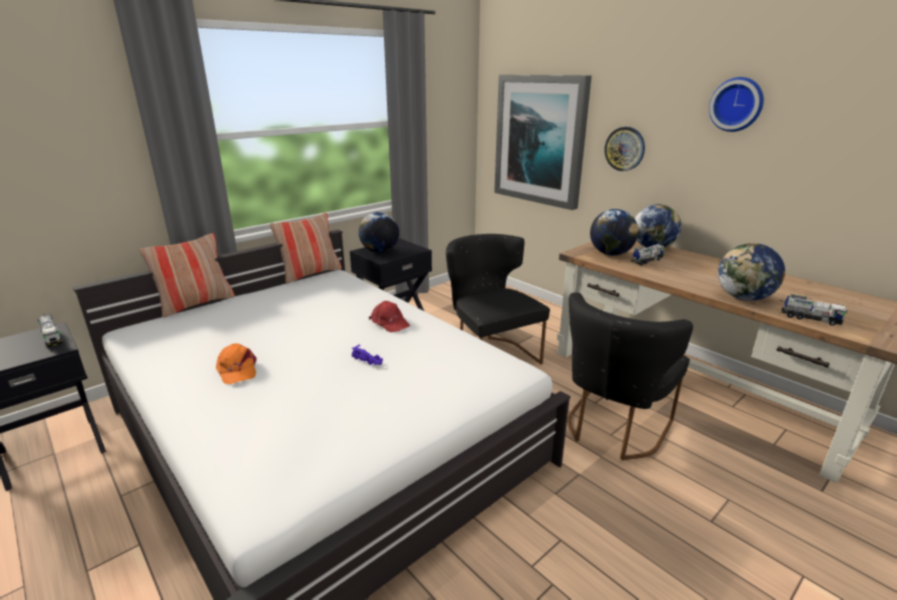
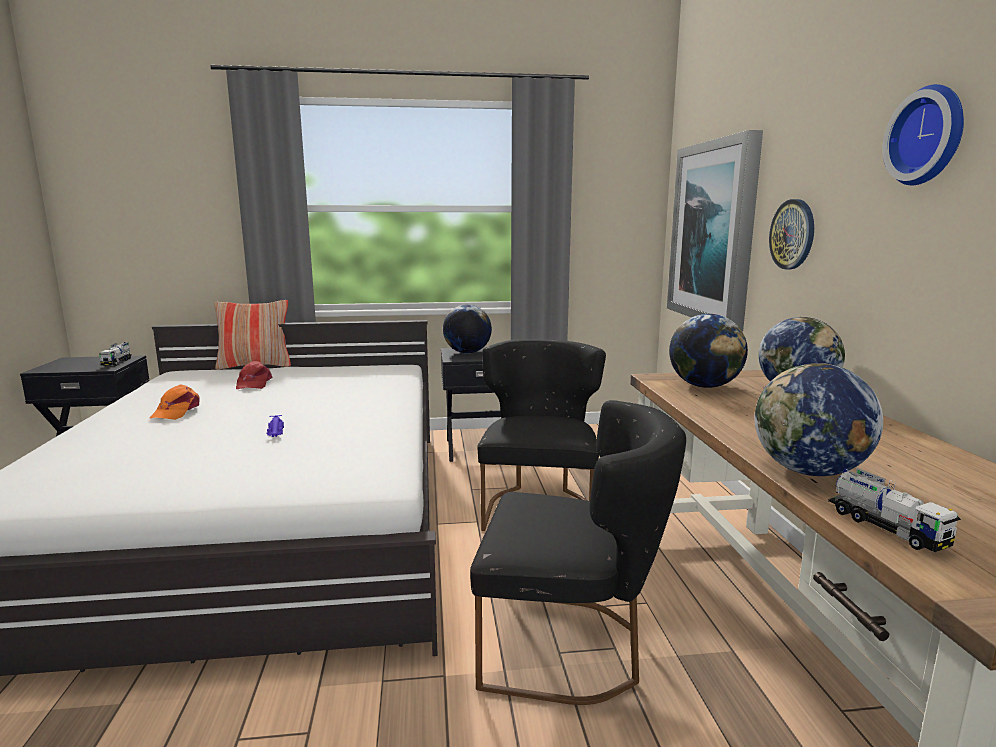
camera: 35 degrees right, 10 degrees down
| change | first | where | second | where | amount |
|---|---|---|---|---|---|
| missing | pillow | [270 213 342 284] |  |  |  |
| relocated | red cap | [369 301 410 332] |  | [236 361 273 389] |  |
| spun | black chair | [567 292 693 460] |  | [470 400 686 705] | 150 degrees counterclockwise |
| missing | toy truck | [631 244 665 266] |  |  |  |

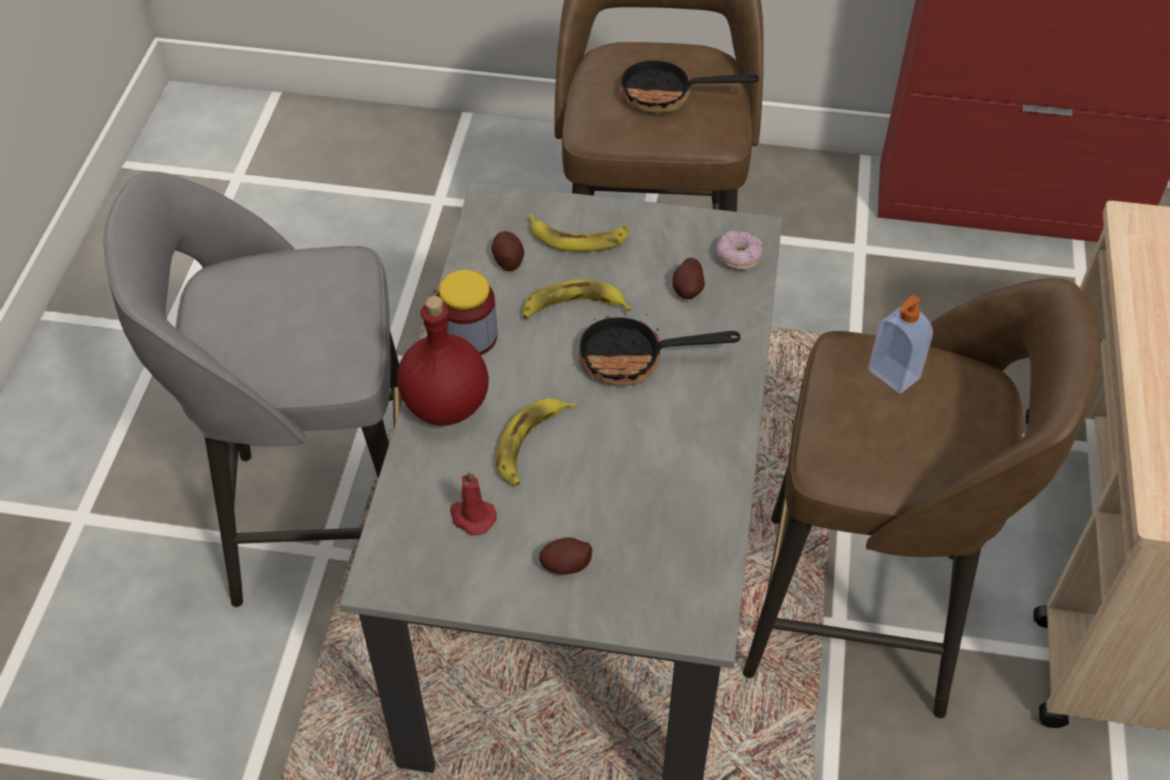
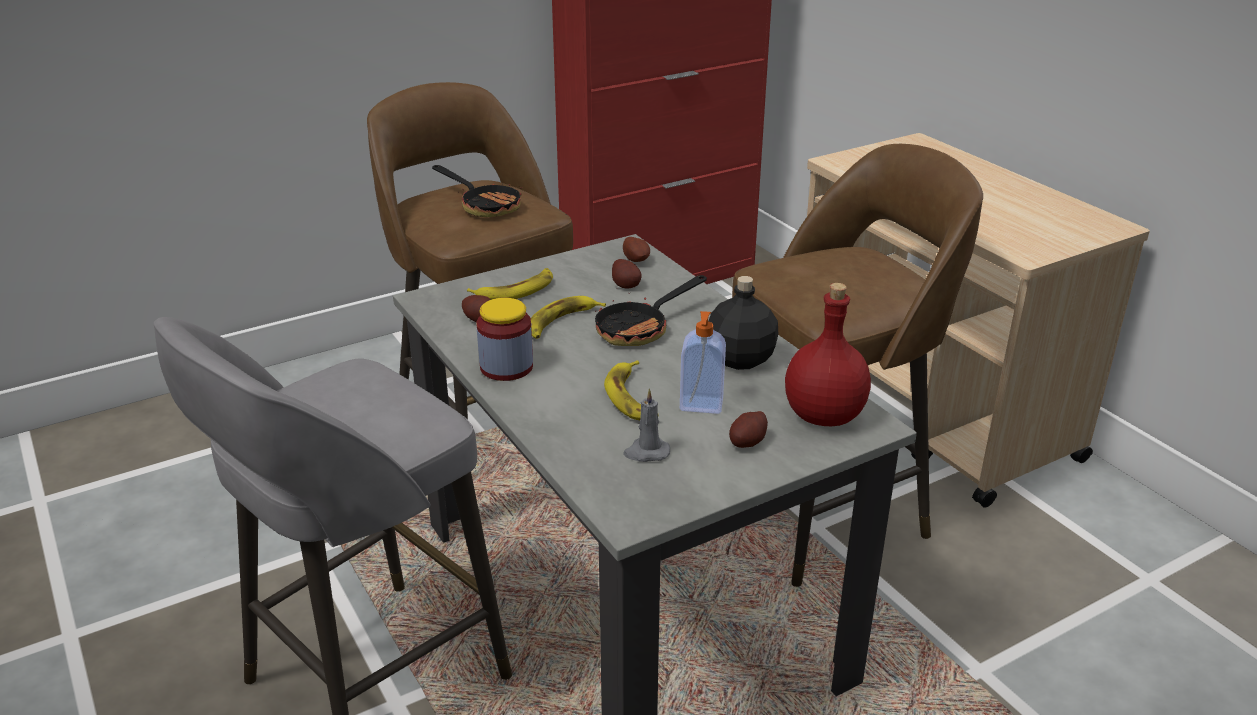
camera: 40 degrees left, 20 degrees down
| change | first | where | second | where | amount |
|---|---|---|---|---|---|
| relocated | red bottle | [397 296 489 426] |  | [785 283 871 426] |  |
| colour | red candle | [450 470 497 535] | grey candle | [623 388 670 462] |  |
| spun | frying pan | [620 48 759 113] |  | [432 165 522 217] | 105 degrees counterclockwise |
| exchanged | donut | [717 230 763 270] | potato | [623 237 650 262] |  |
| relocated | soap dispenser | [868 295 933 394] |  | [680 311 726 414] |  |
| appeared |  |  | black bottle | [709 276 778 370] |  |

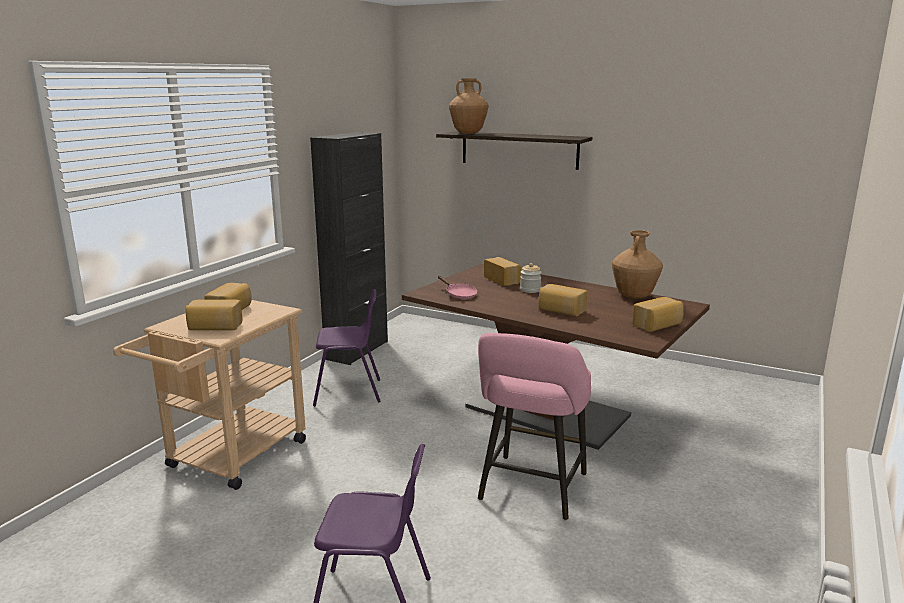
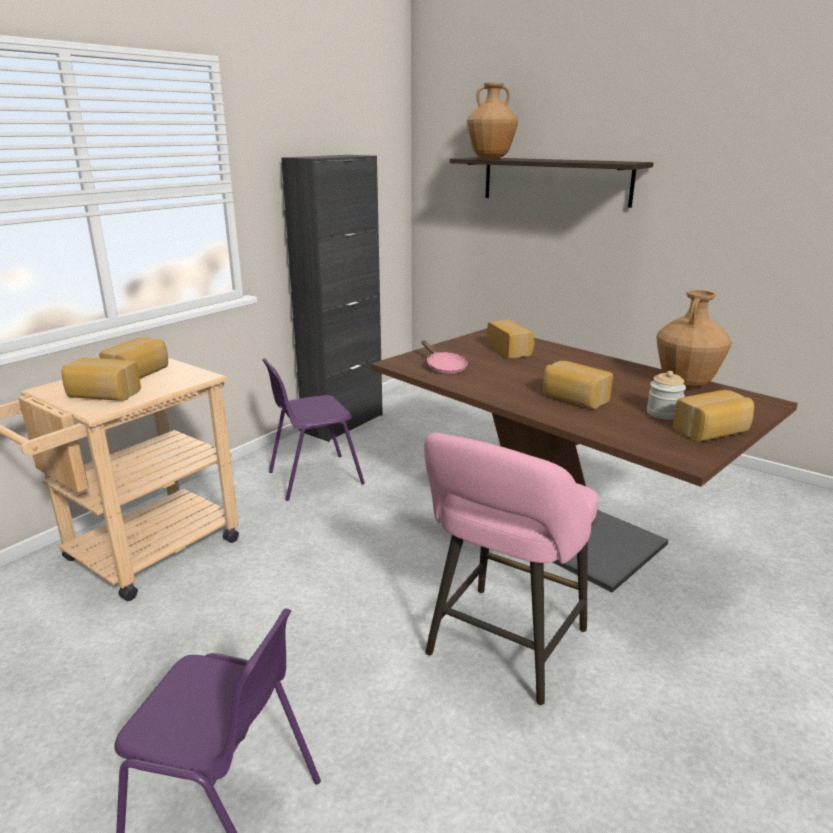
camera: 10 degrees right, 5 degrees up
| change | first | where | second | where | amount |
|---|---|---|---|---|---|
| spun | purple chair | [313 289 381 406] |  | [262 358 365 501] | 150 degrees clockwise |
| relocated | jar | [520 263 542 293] |  | [647 371 686 420] |  |

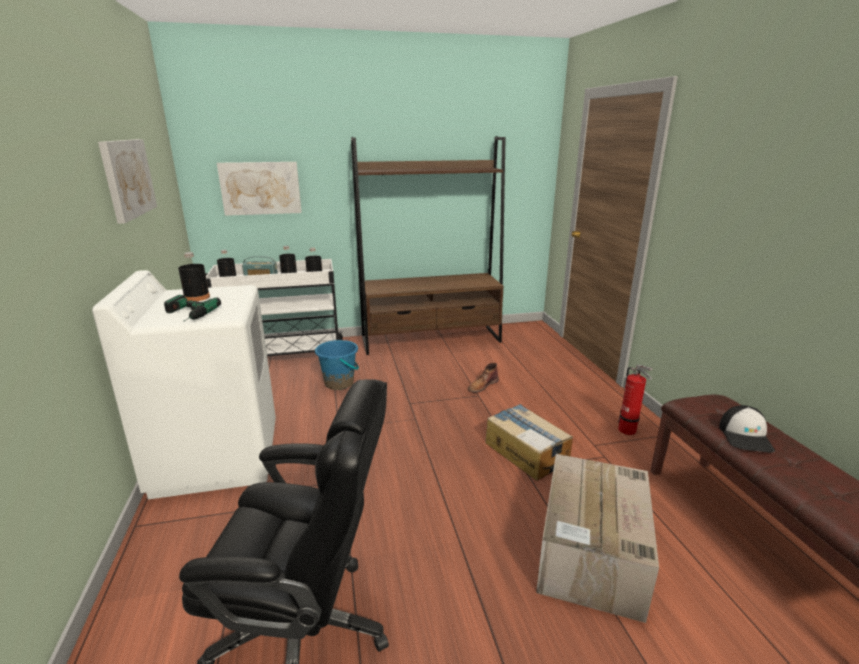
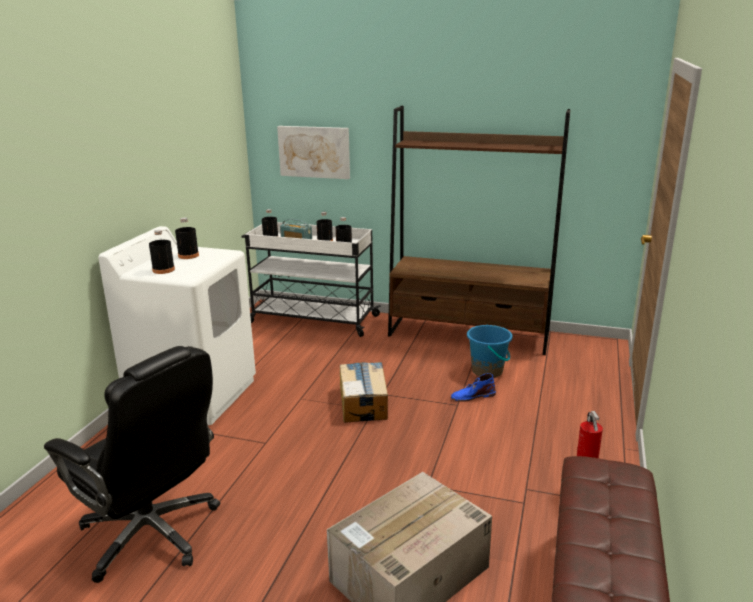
camera: 30 degrees right, 0 degrees up
| change | first | where | second | where | amount |
|---|---|---|---|---|---|
| missing | picture | [98 139 157 224] |  |  |  |
| exchanged | power drill | [164 295 221 322] | black bottle | [149 230 175 274] |  |
| relocated | blue bucket | [315 340 359 390] |  | [467 325 513 378] |  |
| colour | brown boot | [468 363 499 393] | blue boot | [451 373 496 402] |  |
| relocated | cardboard box | [486 404 573 480] |  | [340 362 388 423] |  |
| missing | cap | [719 405 775 453] |  |  |  |

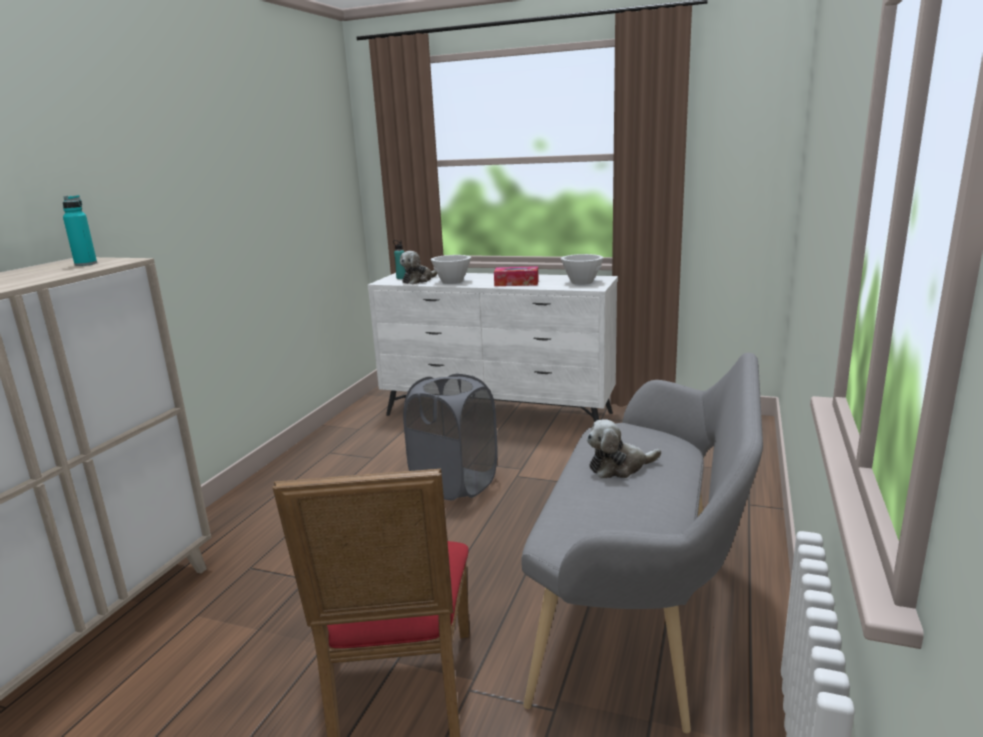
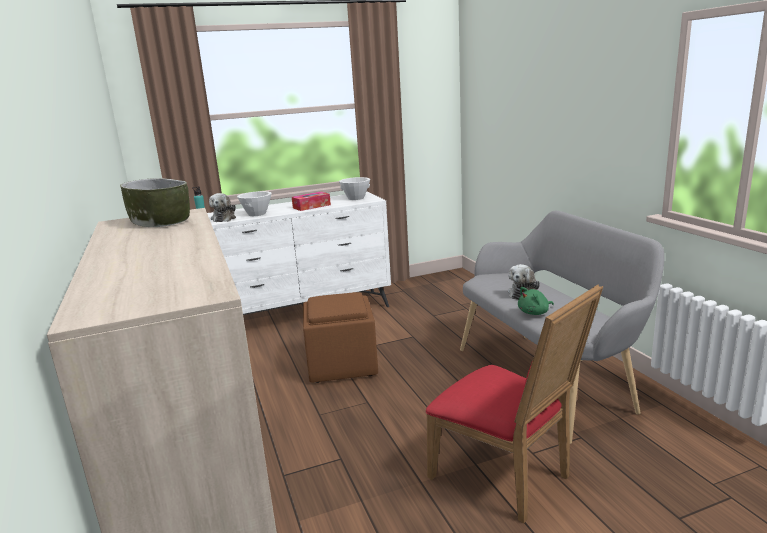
camera: 40 degrees left, 0 degrees up
| change | first | where | second | where | amount |
|---|---|---|---|---|---|
| exchanged | turquoise bottle | [63 195 97 266] | bowl | [120 178 190 227] |  |
| exchanged | grey laundry basket | [403 373 498 500] | brown ottoman | [303 292 378 383] |  |
| appeared |  |  | green plush toy | [518 287 554 315] |  |

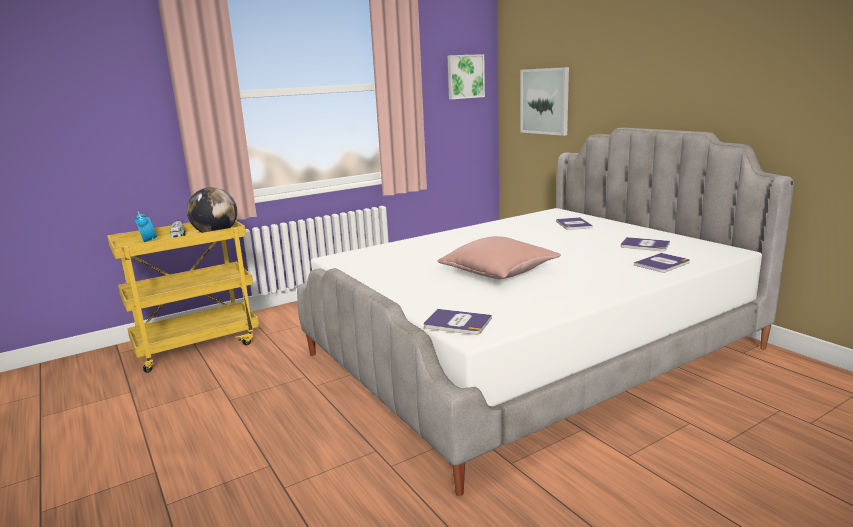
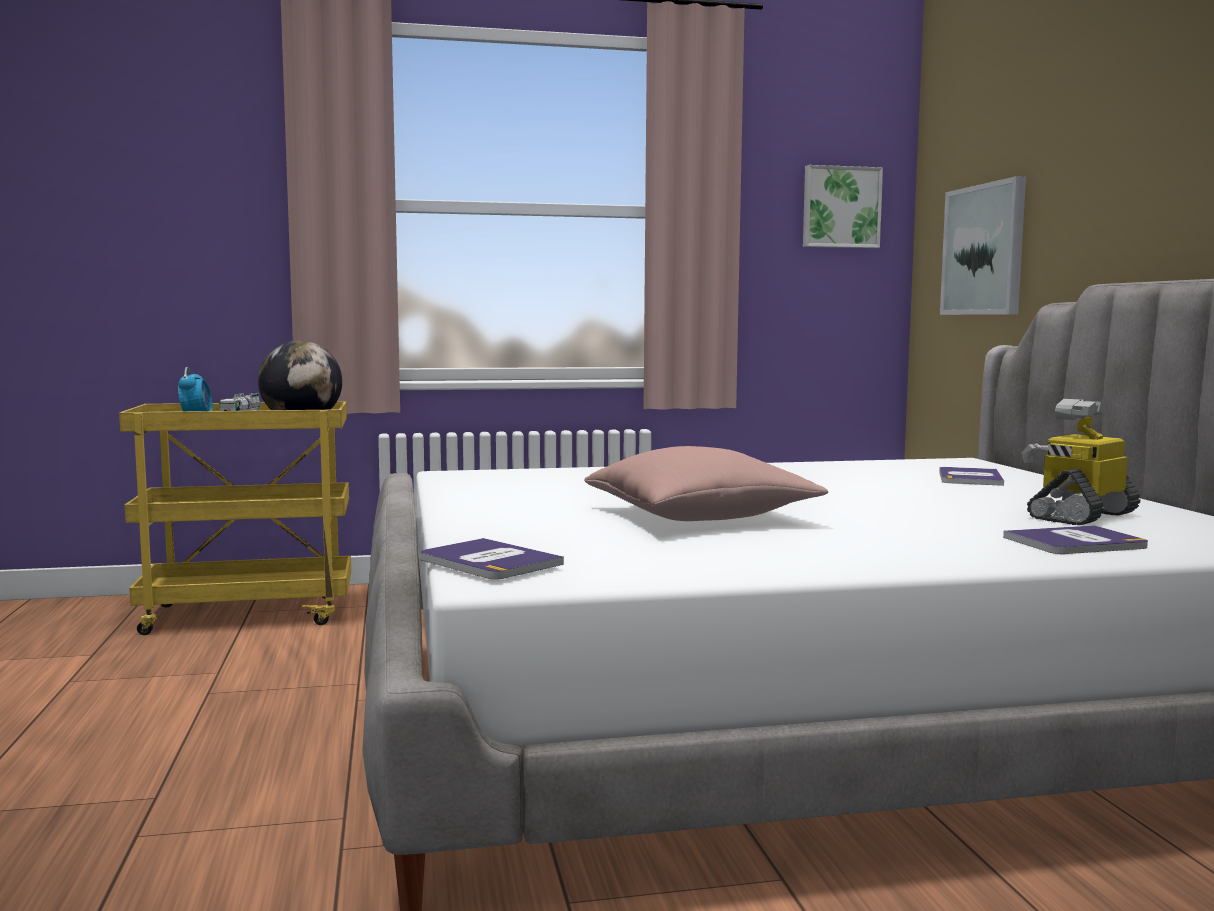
camera: 20 degrees right, 10 degrees down
| change | first | where | second | where | amount |
|---|---|---|---|---|---|
| exchanged | book | [621 237 670 251] | toy robot | [1022 399 1140 525] |  |

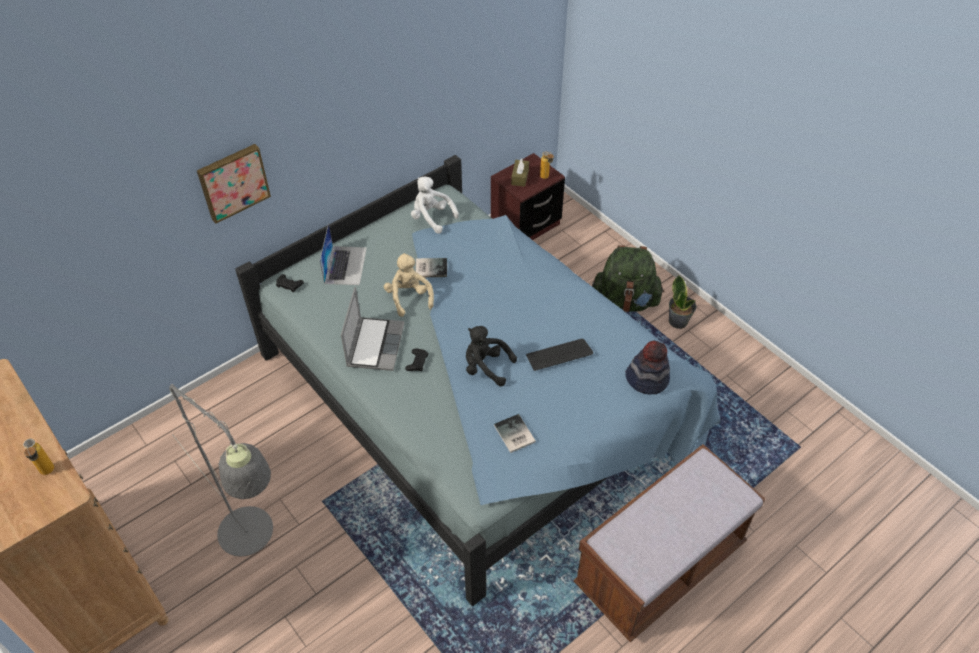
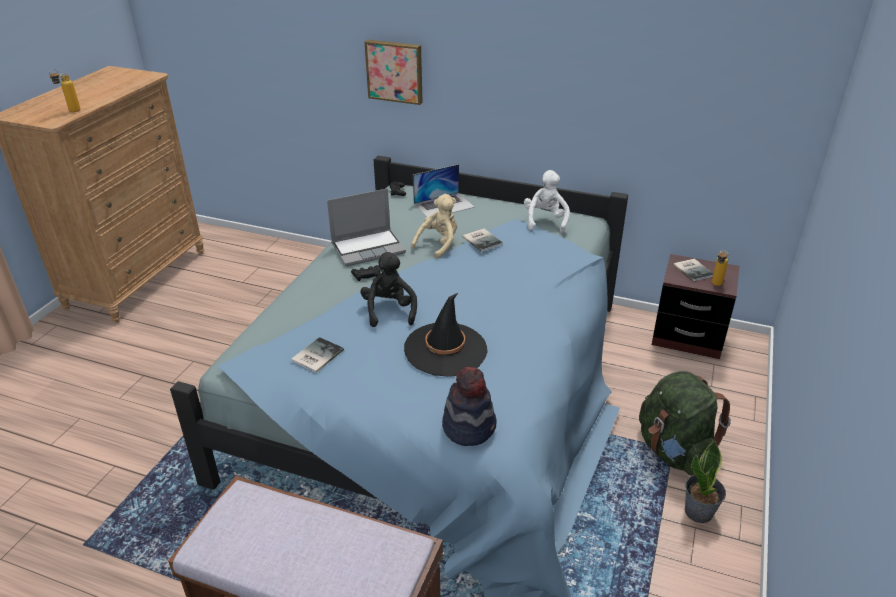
camera: 60 degrees right, 15 degrees down
| change | first | where | second | where | amount |
|---|---|---|---|---|---|
| missing | grey floor lamp | [169 384 273 557] |  |  |  |
| exchanged | brown tissue box | [511 158 529 187] | book | [673 258 713 281] |  |
| exchanged | keyboard | [526 339 593 371] | black hat | [404 293 488 377] |  |

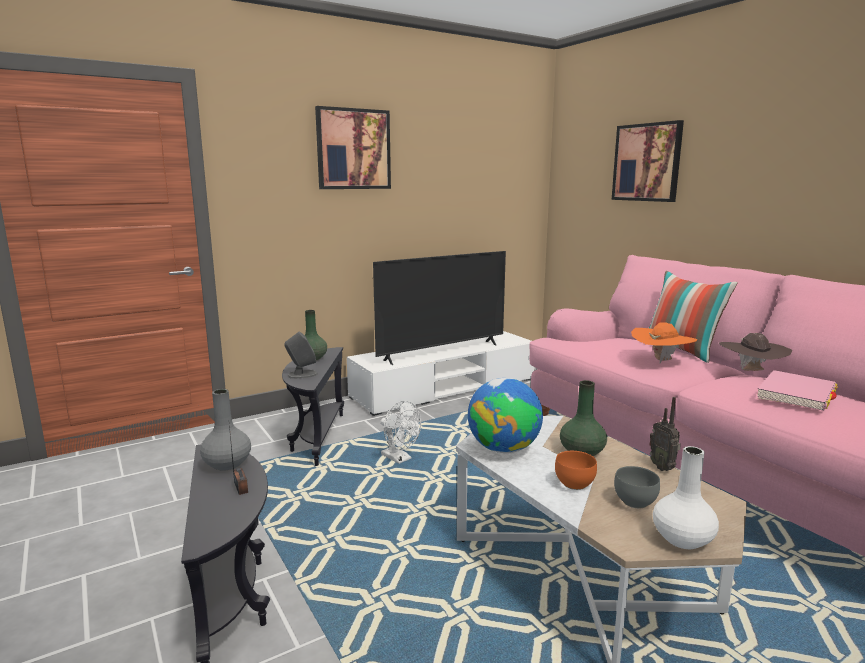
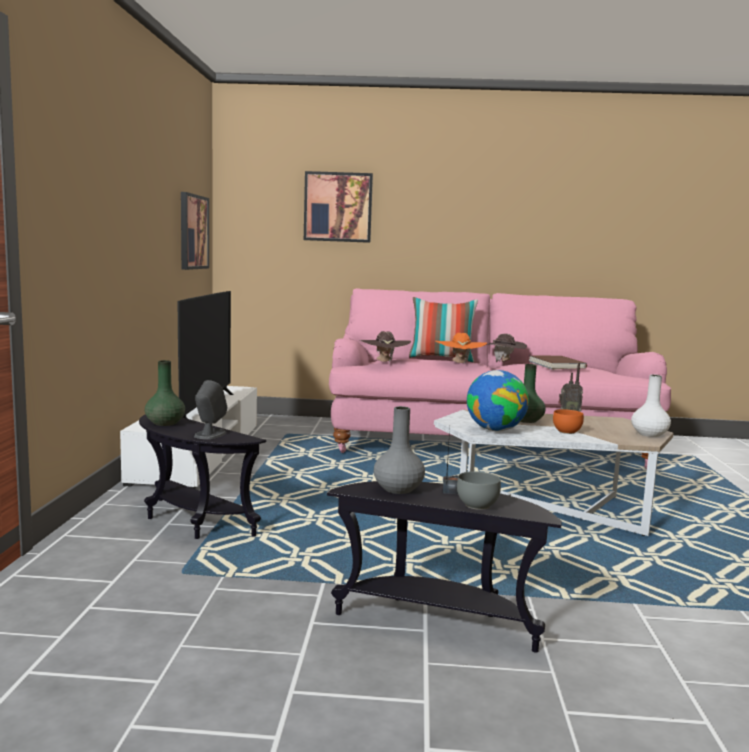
camera: 55 degrees left, 5 degrees down
| change | first | where | second | where | amount |
|---|---|---|---|---|---|
| relocated | picture | [315 106 391 189] |  | [181 192 209 270] |  |
| missing | white fan | [381 401 421 464] |  |  |  |
| relocated | grey bowl | [614 466 660 508] |  | [457 471 501 510] |  |
| colour | pink book | [757 370 838 411] | brown book | [529 355 587 370] |  |
| appeared |  |  | brown hat | [360 331 411 363] |  |

